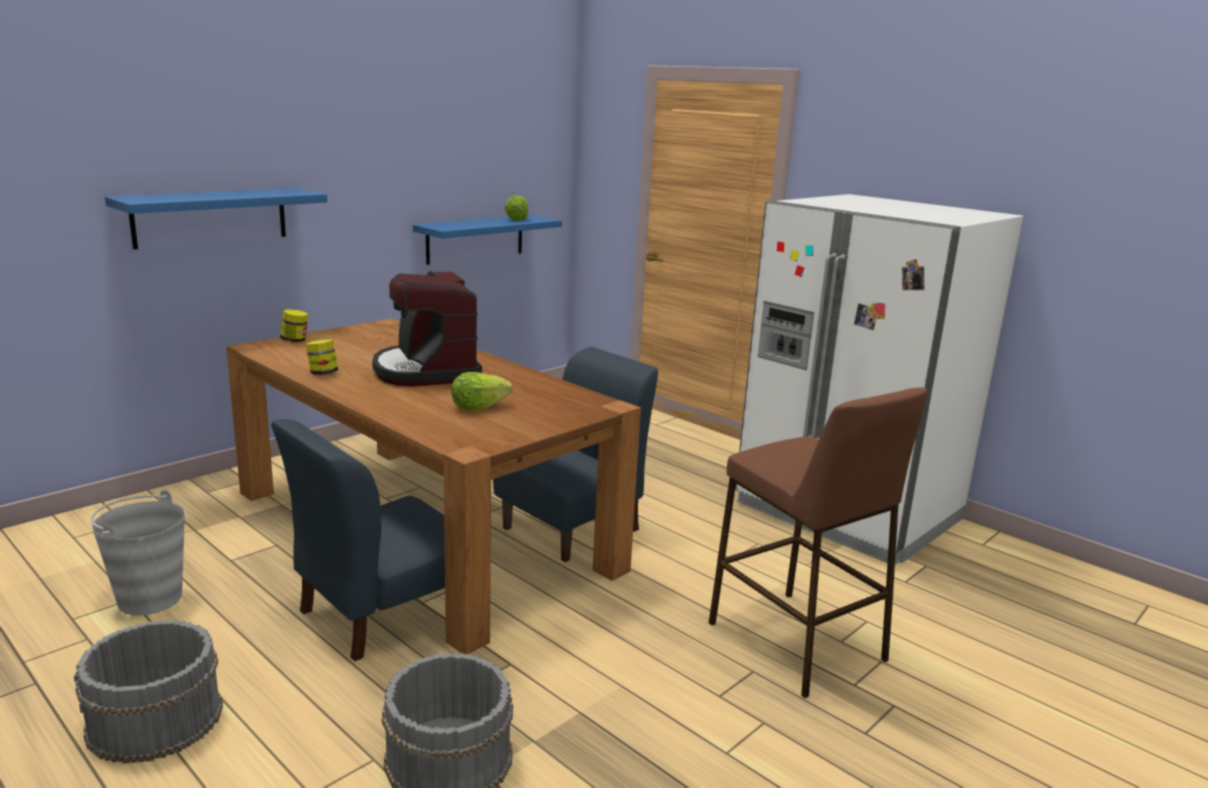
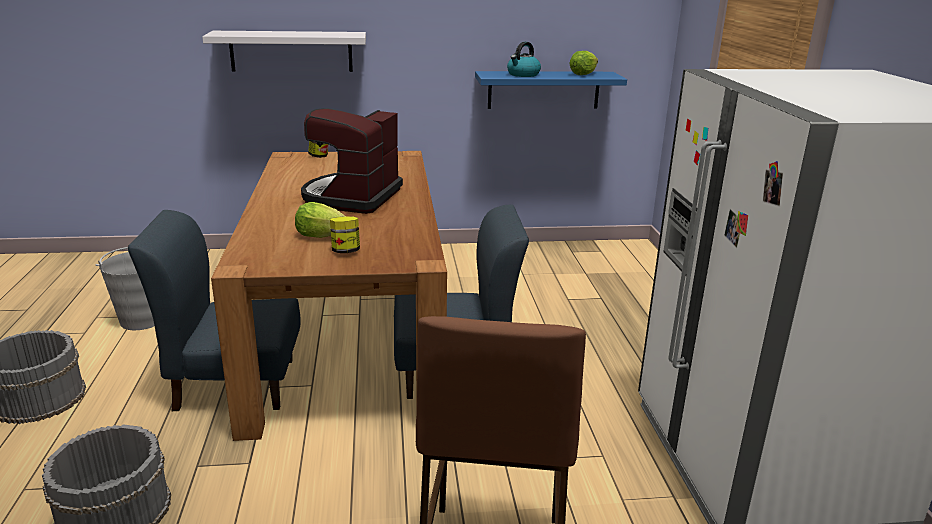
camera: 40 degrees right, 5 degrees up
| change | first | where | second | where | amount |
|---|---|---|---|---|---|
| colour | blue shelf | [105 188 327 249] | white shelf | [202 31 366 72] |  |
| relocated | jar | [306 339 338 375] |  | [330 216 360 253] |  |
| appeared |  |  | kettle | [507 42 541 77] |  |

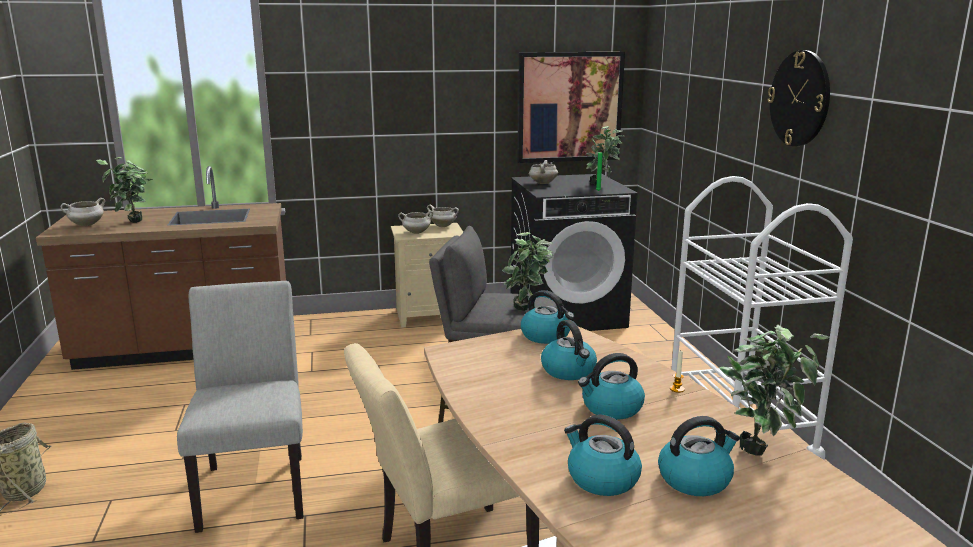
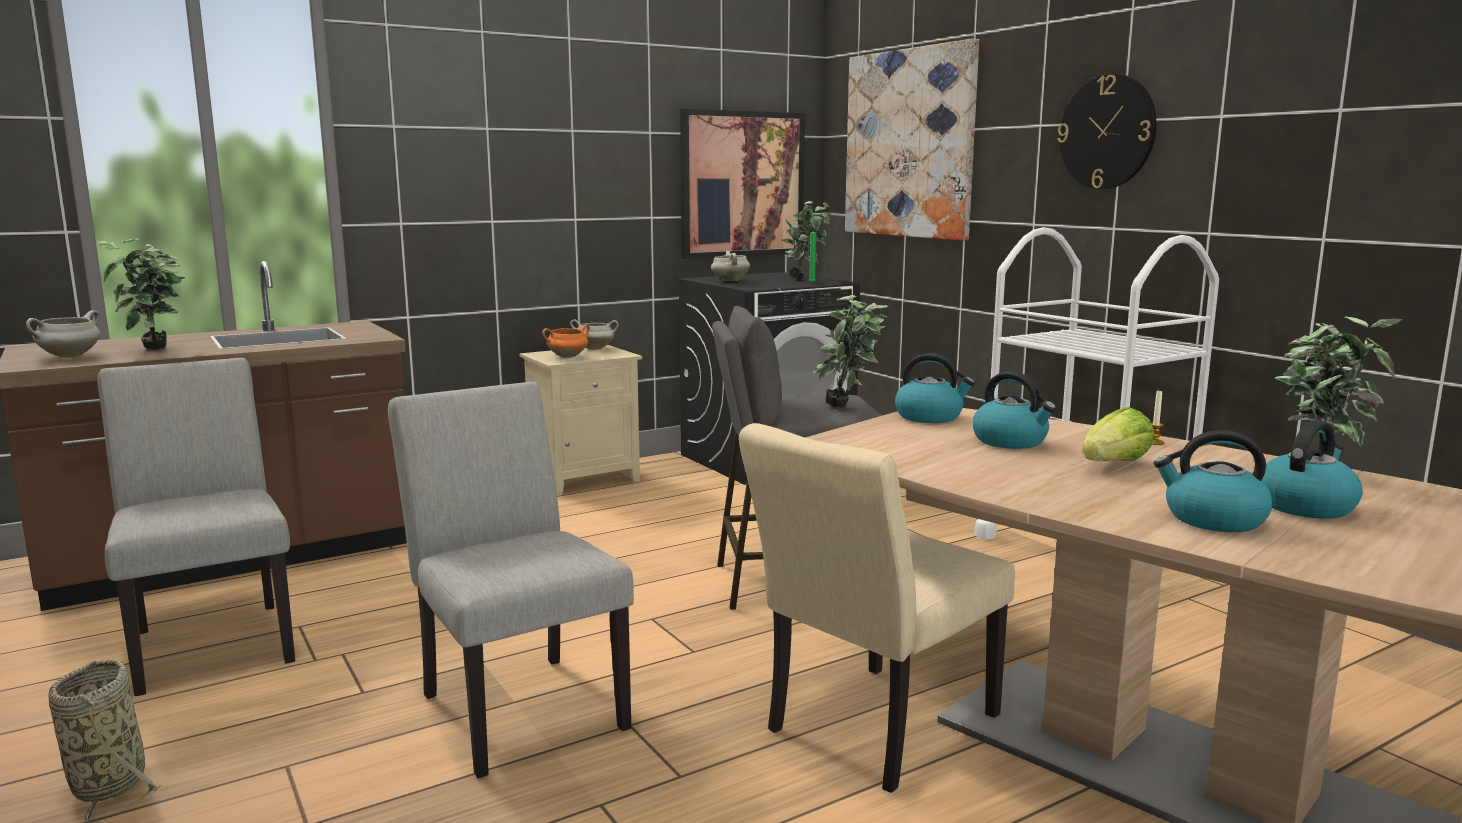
camera: 20 degrees left, 5 degrees down
| change | first | where | second | where | amount |
|---|---|---|---|---|---|
| colour | white cooking pot | [398 211 433 234] | orange cooking pot | [543 324 590 358] |  |
| exchanged | kettle | [578 353 645 420] | lettuce | [1082 407 1155 461] |  |
| appeared |  |  | grey chair | [97 358 295 696] |  |
| appeared |  |  | picture | [845 39 979 241] |  |

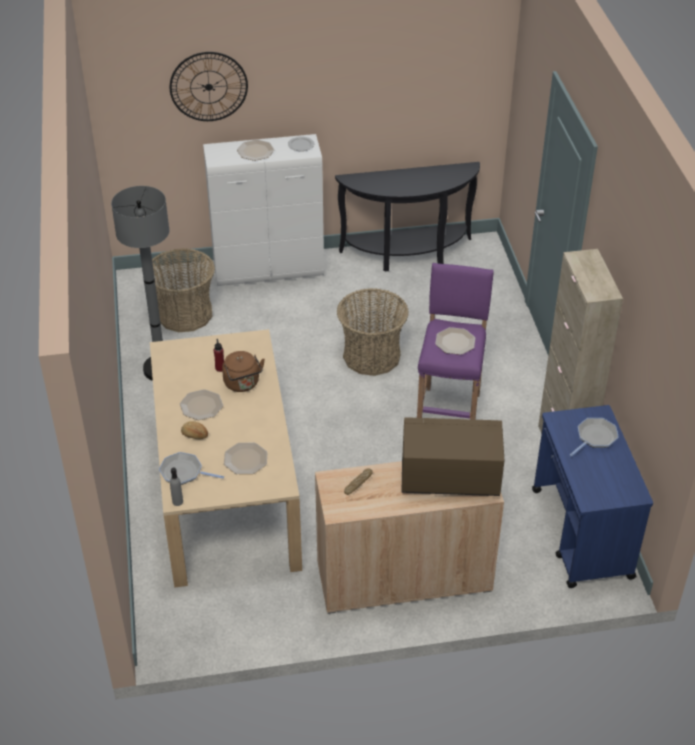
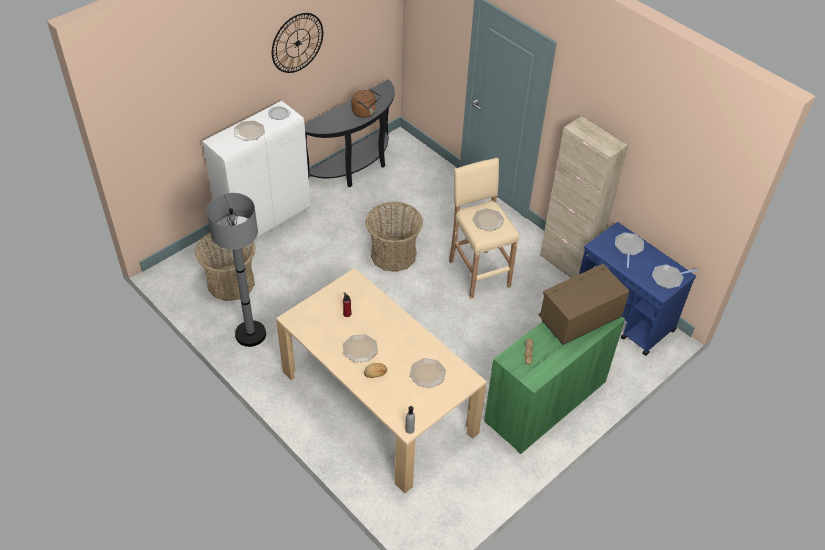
camera: 35 degrees left, 5 degrees up
| change | first | where | second | where | amount |
|---|---|---|---|---|---|
| relocated | frying pan | [159 452 224 485] |  | [652 264 698 289] |  |
| relocated | wall clock | [170 52 248 121] |  | [272 13 323 73] |  |
| relocated | brown kettle | [222 351 265 392] |  | [352 89 381 118] |  |
| colour | beige cabinet | [315 461 504 614] | green cabinet | [484 317 625 454] |  |
| colour | purple stool | [417 263 494 420] | beige stool | [449 158 519 299] |  |

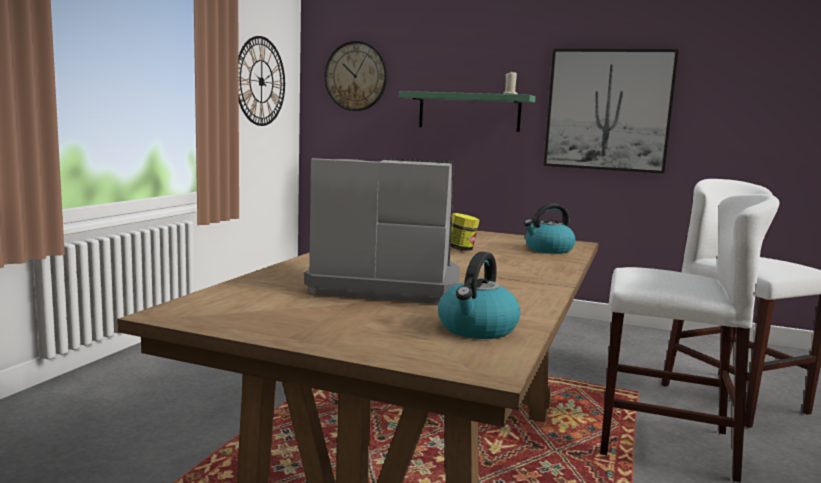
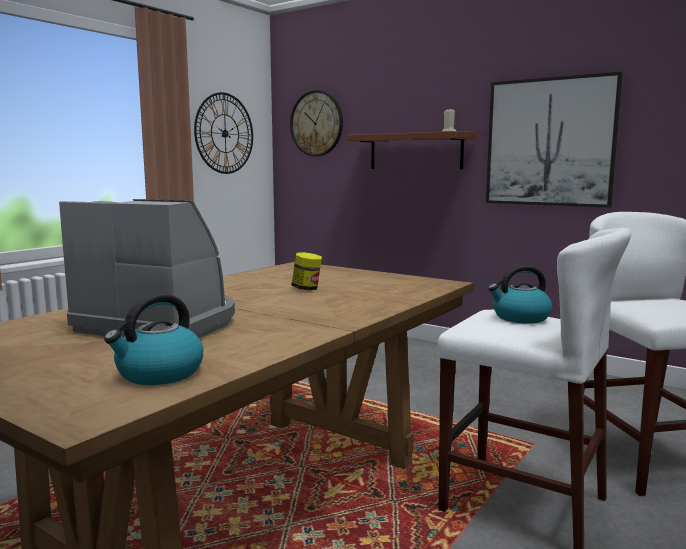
camera: 15 degrees right, 0 degrees up
| change | first | where | second | where | amount |
|---|---|---|---|---|---|
| colour | green shelf | [399 91 536 132] | brown shelf | [346 131 477 169] |  |
| relocated | kettle | [524 203 575 254] |  | [488 265 552 324] |  |

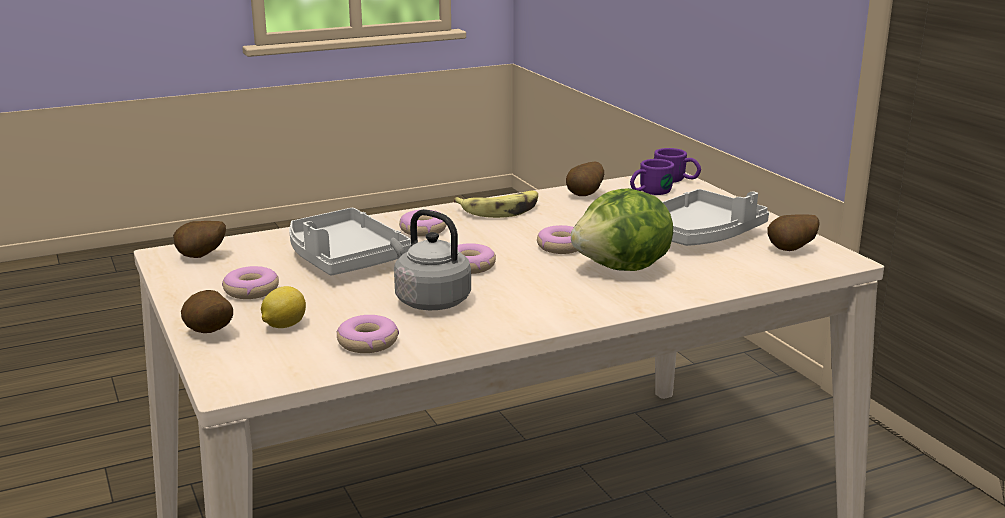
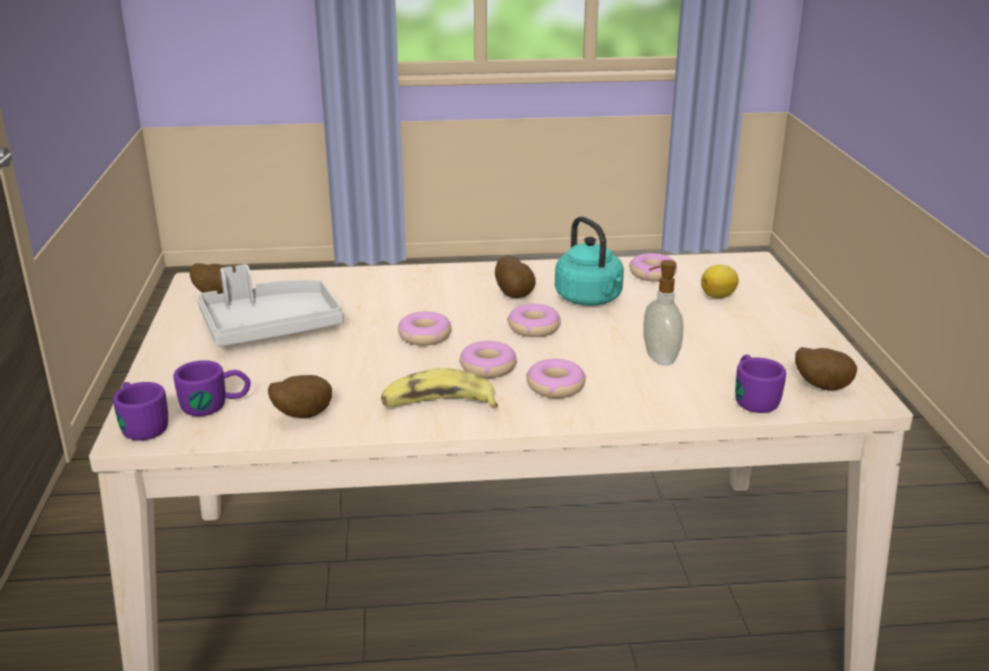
camera: 160 degrees left, 5 degrees up
| change | first | where | second | where | amount |
|---|---|---|---|---|---|
| relocated | potato | [181 290 233 333] |  | [495 255 536 298] |  |
| relocated | donut | [222 266 279 299] |  | [459 341 517 378] |  |
| exchanged | grey tray | [289 208 411 276] | soap dispenser | [643 260 683 365] |  |
| colour | grey kettle | [390 209 471 310] | turquoise kettle | [555 217 624 306] |  |
| missing | lettuce | [571 188 673 271] |  |  |  |
| appeared |  |  | purple mug | [735 354 786 413] |  |

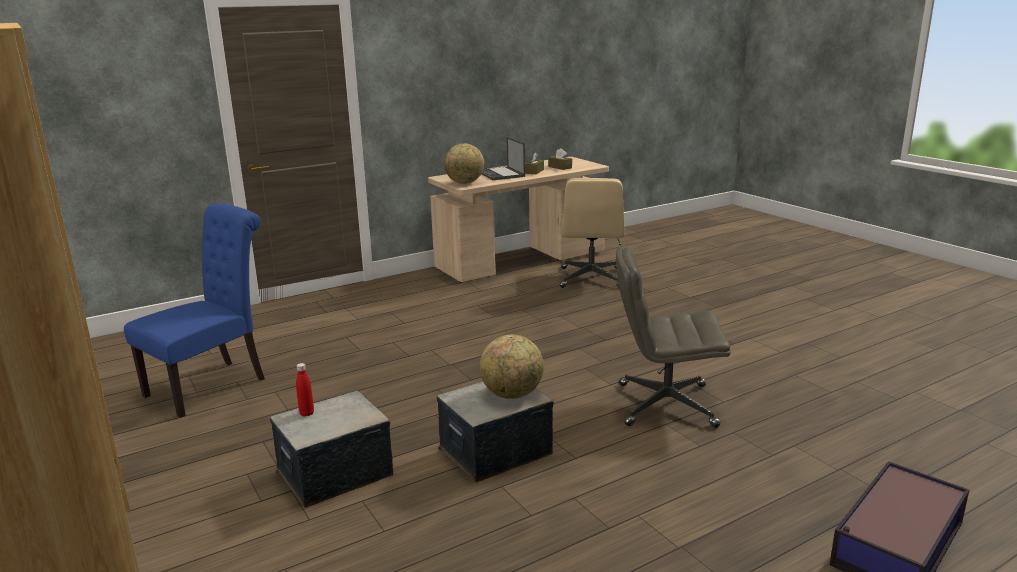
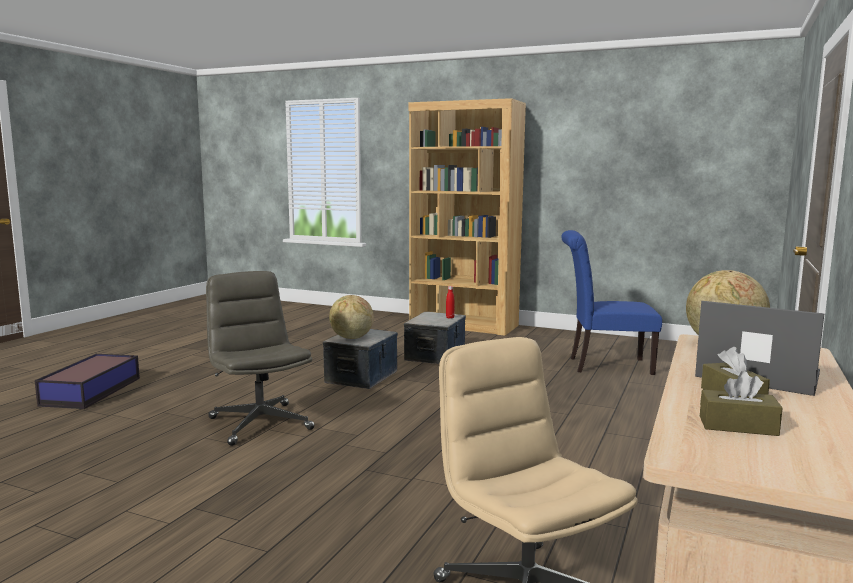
camera: 145 degrees right, 10 degrees down
| change | first | where | second | where | amount |
|---|---|---|---|---|---|
| spun | blue chair | [124 204 265 418] |  | [561 230 662 375] | 90 degrees clockwise |
| spun | grey office chair | [616 247 731 428] |  | [206 271 315 446] | 90 degrees counterclockwise |

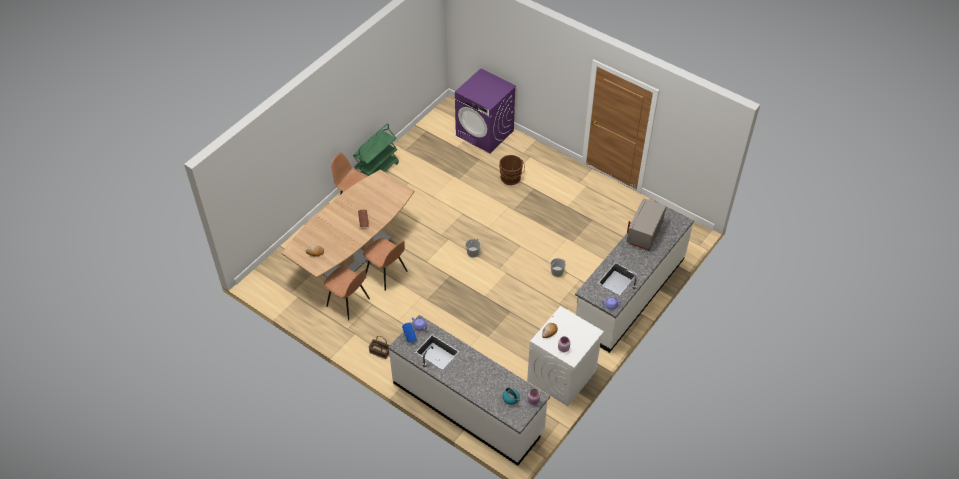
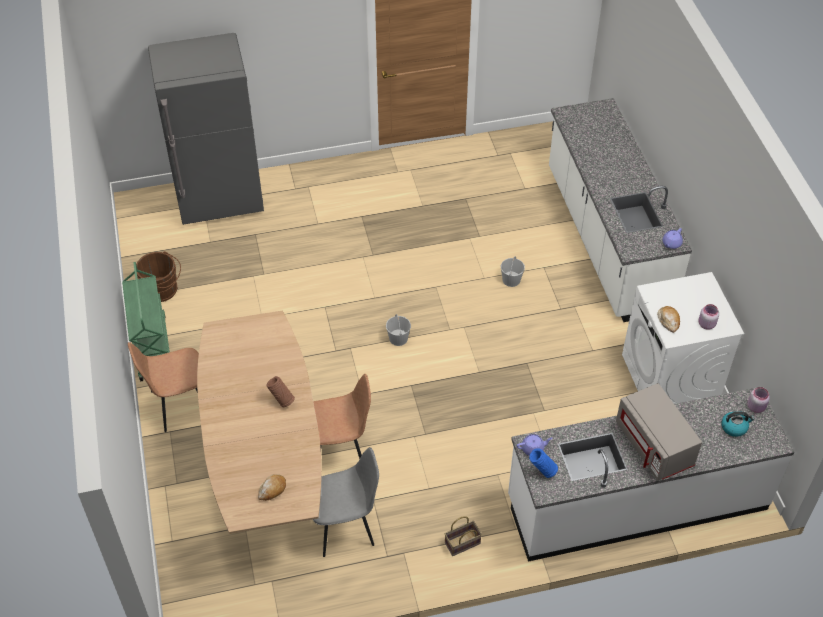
camera: 50 degrees left, 0 degrees up
| change | first | where | second | where | amount |
|---|---|---|---|---|---|
| colour | brown chair | [324 267 370 320] | grey chair | [312 447 379 557] |  |
| exchanged | purple washing machine | [455 68 516 153] | grey fridge | [148 33 264 225] |  |
| relocated | brown bucket | [499 155 525 185] |  | [136 251 181 302] |  |
| relocated | grey microwave | [626 198 666 250] |  | [616 383 702 481] |  |

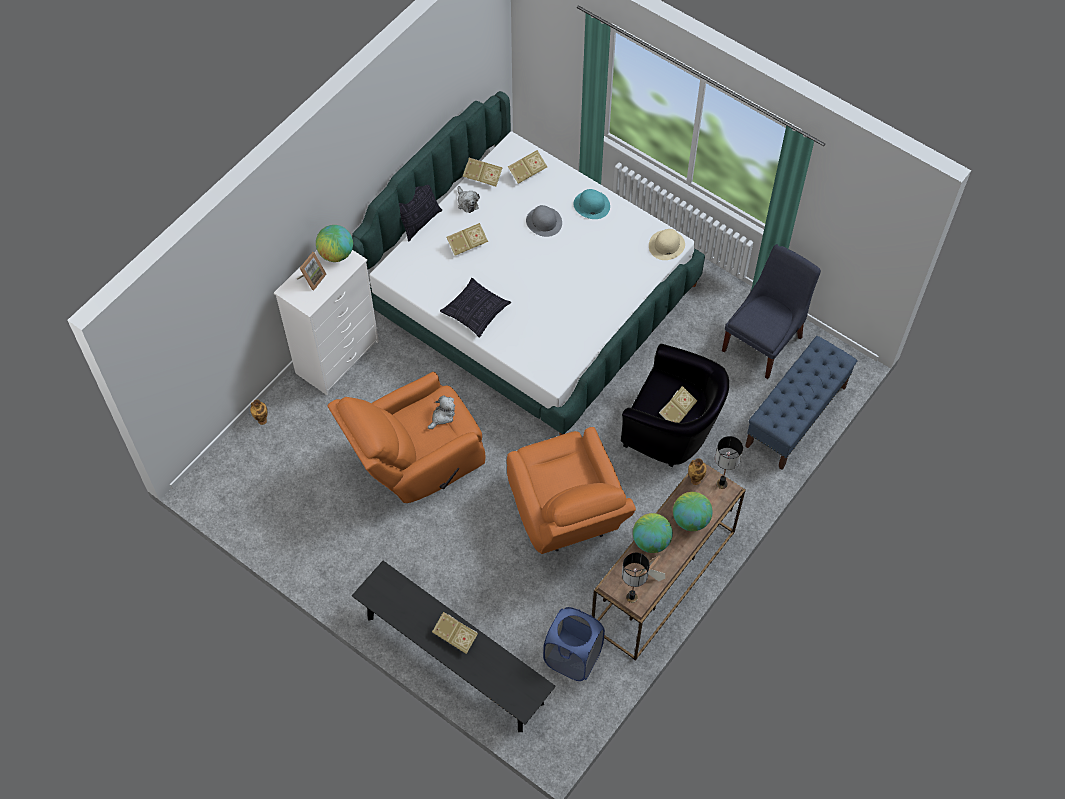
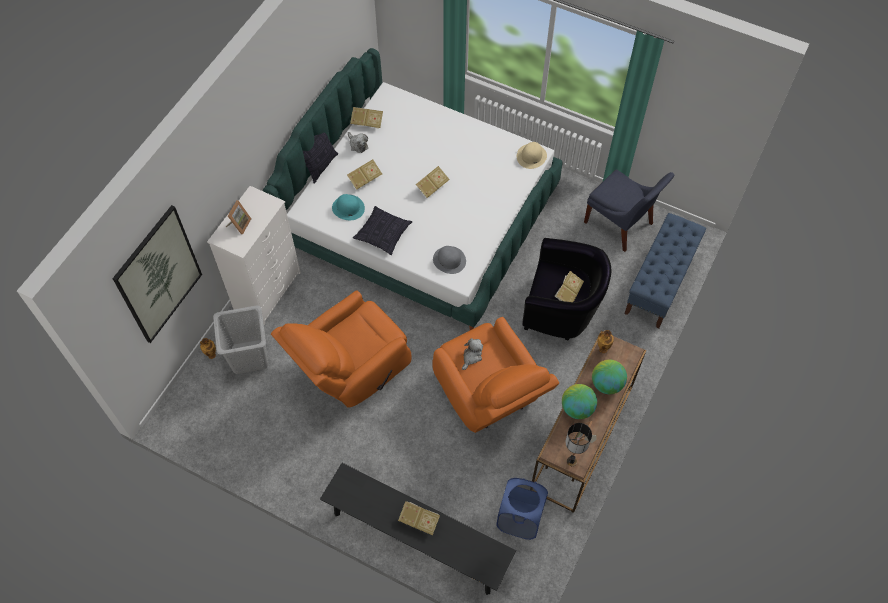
camera: 10 degrees left, 0 degrees up
| change | first | where | second | where | amount |
|---|---|---|---|---|---|
| missing | globe | [316 225 353 262] |  |  |  |
| relocated | plush toy | [428 395 455 429] |  | [462 338 483 370] |  |
| relocated | book | [508 150 547 184] |  | [416 166 450 198] |  |
| relocated | grey hat | [526 205 562 237] |  | [433 246 466 274] |  |
| relocated | turquoise hat | [574 189 610 219] |  | [332 194 365 220] |  |
| missing | table lamp | [715 436 743 489] |  |  |  |
| spun | blue chair | [722 244 821 379] |  | [584 170 674 252] | 105 degrees clockwise |
| appeared |  |  | picture | [112 205 202 343] |  |
| appeared |  |  | grey laundry basket | [213 305 268 374] |  |

